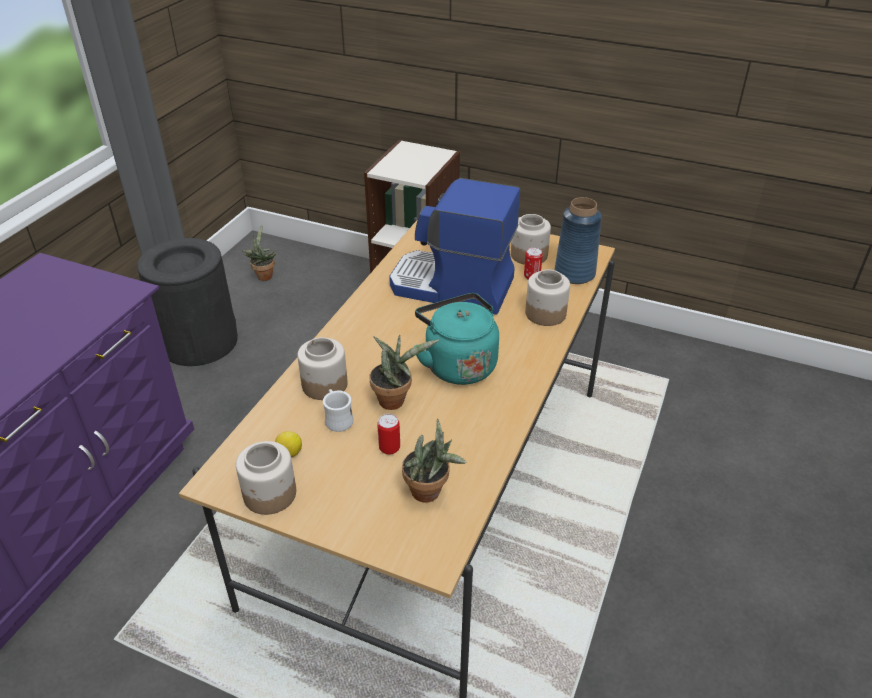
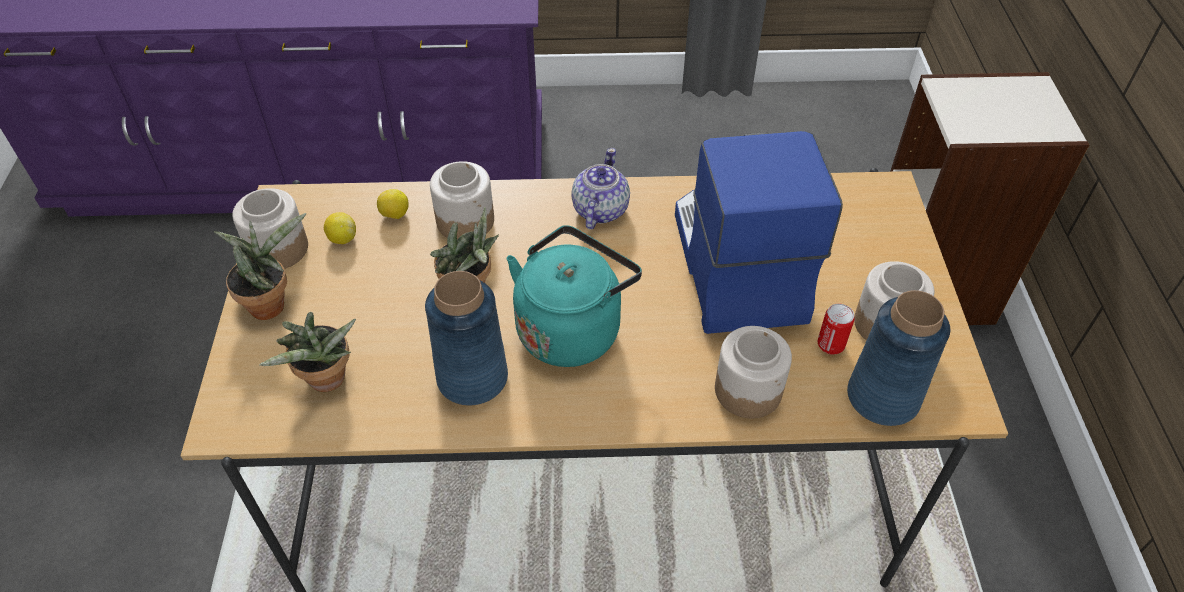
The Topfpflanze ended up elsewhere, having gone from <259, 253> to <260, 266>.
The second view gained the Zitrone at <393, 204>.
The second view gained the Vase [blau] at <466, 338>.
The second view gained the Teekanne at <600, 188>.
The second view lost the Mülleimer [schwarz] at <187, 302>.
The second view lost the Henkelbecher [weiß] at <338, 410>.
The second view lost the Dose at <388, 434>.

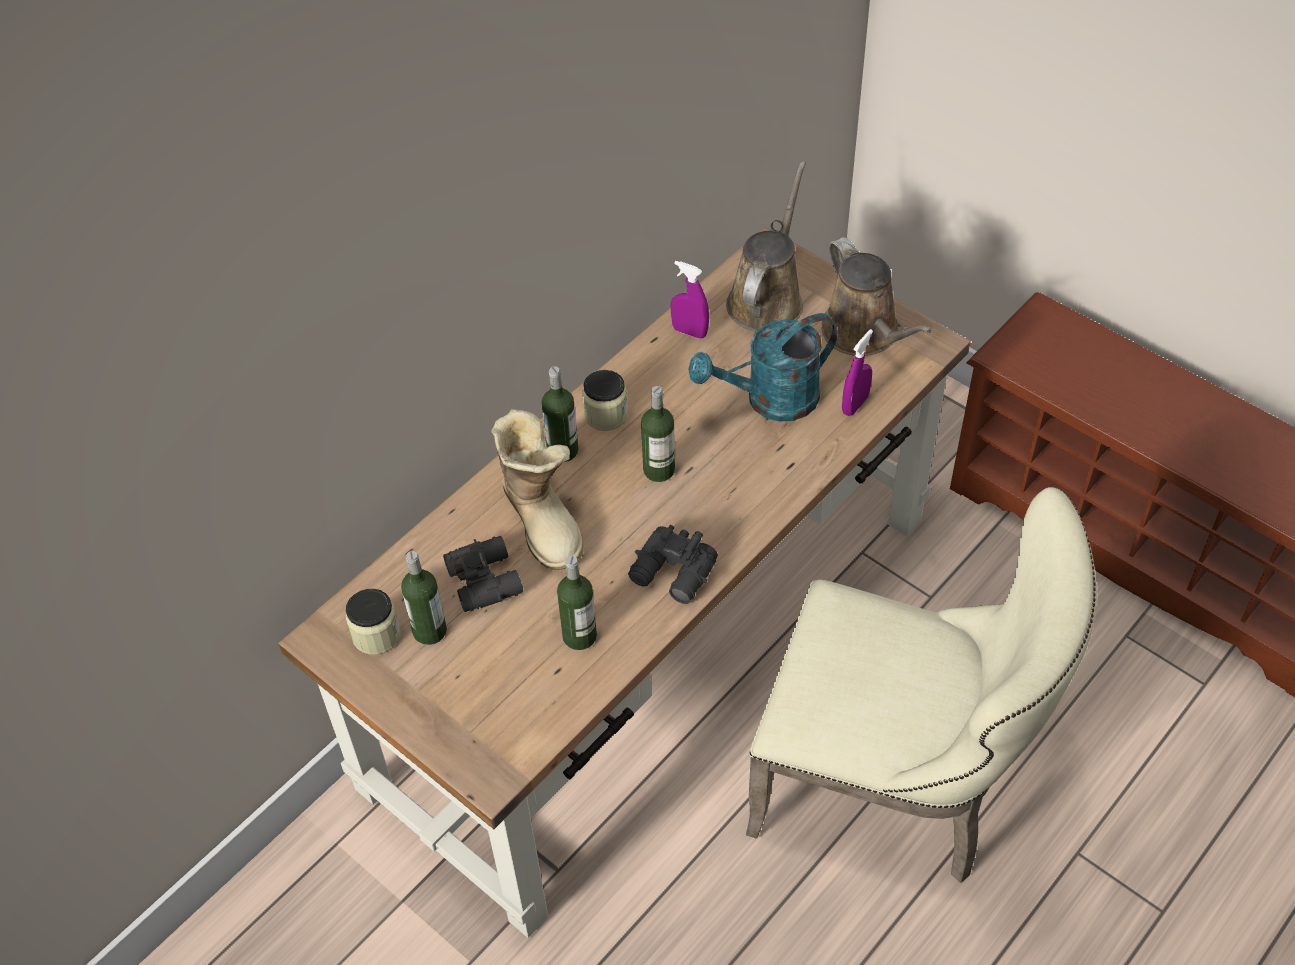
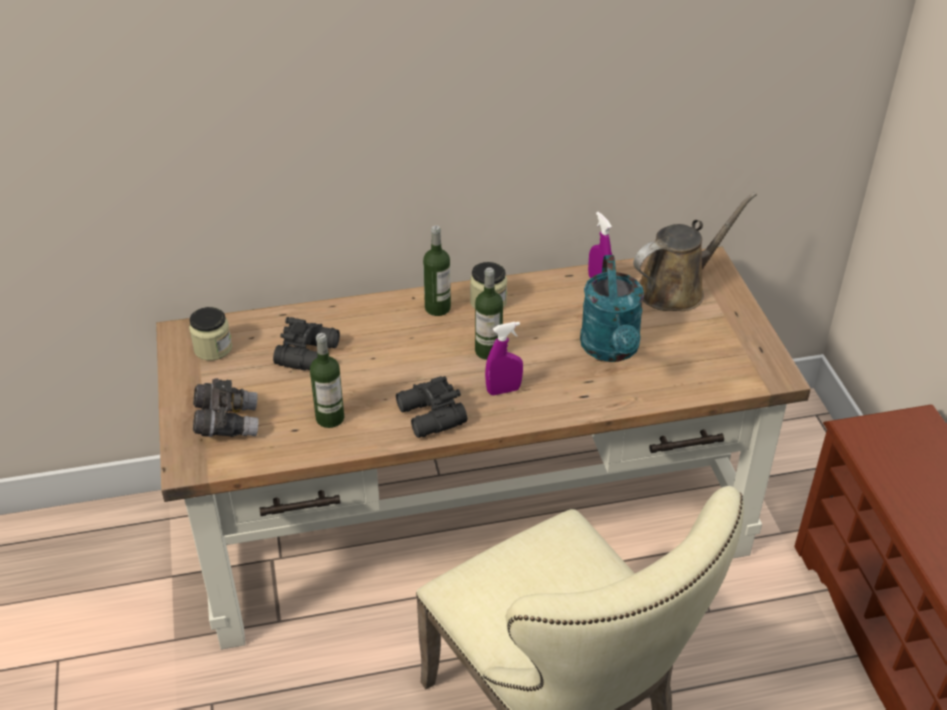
The second view gained the Fernglas [grau] at <226, 407>.
The Sprühflasche [lila] ended up elsewhere, having gone from <857, 372> to <504, 358>.
The Gießkanne [türkis] at <763, 367> ended up facing another way, 105 degrees counterclockwise from before.
The second view lost the Flasche at <424, 598>.
The second view lost the Stiefel at <537, 489>.
The second view lost the Gießkanne [braun] at <877, 296>.

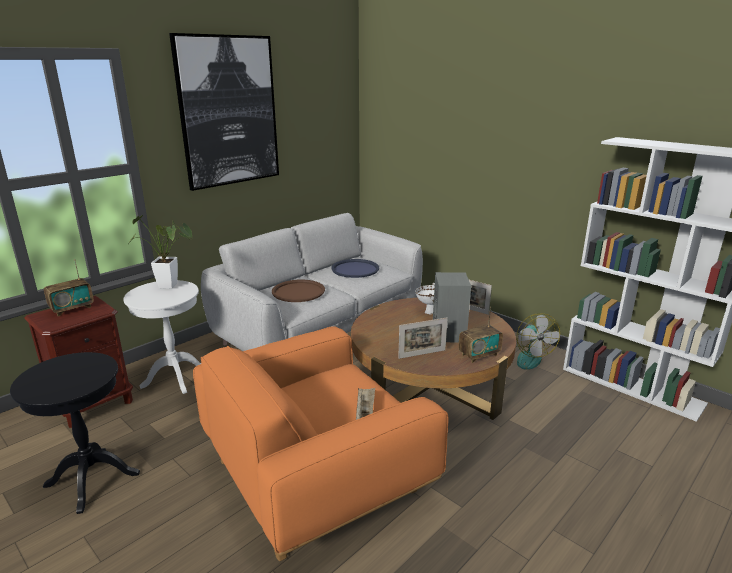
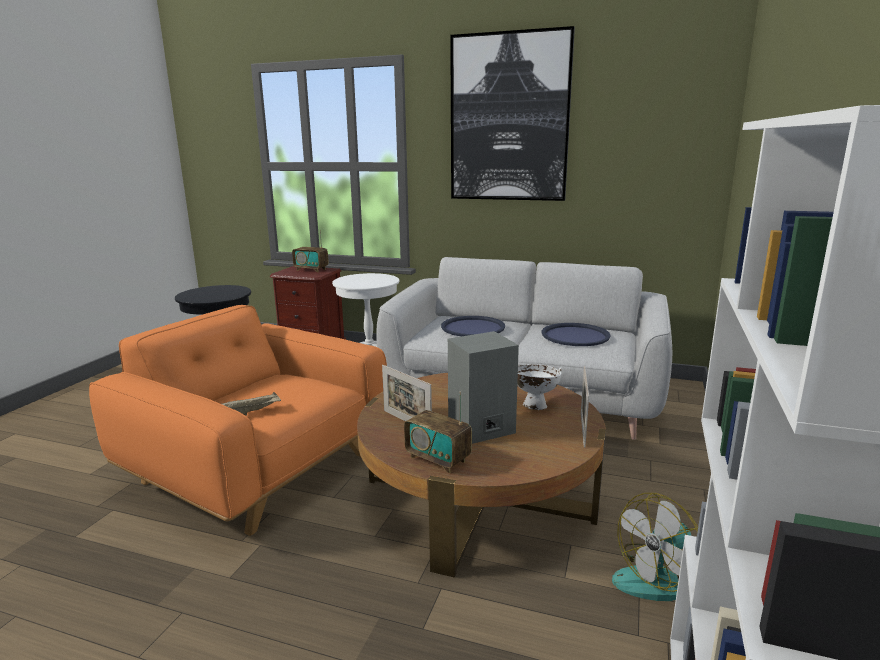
What was the Tablett [braun] at <298, 290> turned into the Tablett [blau] at <473, 326>.
The second view lost the Topfpflanze at <160, 252>.

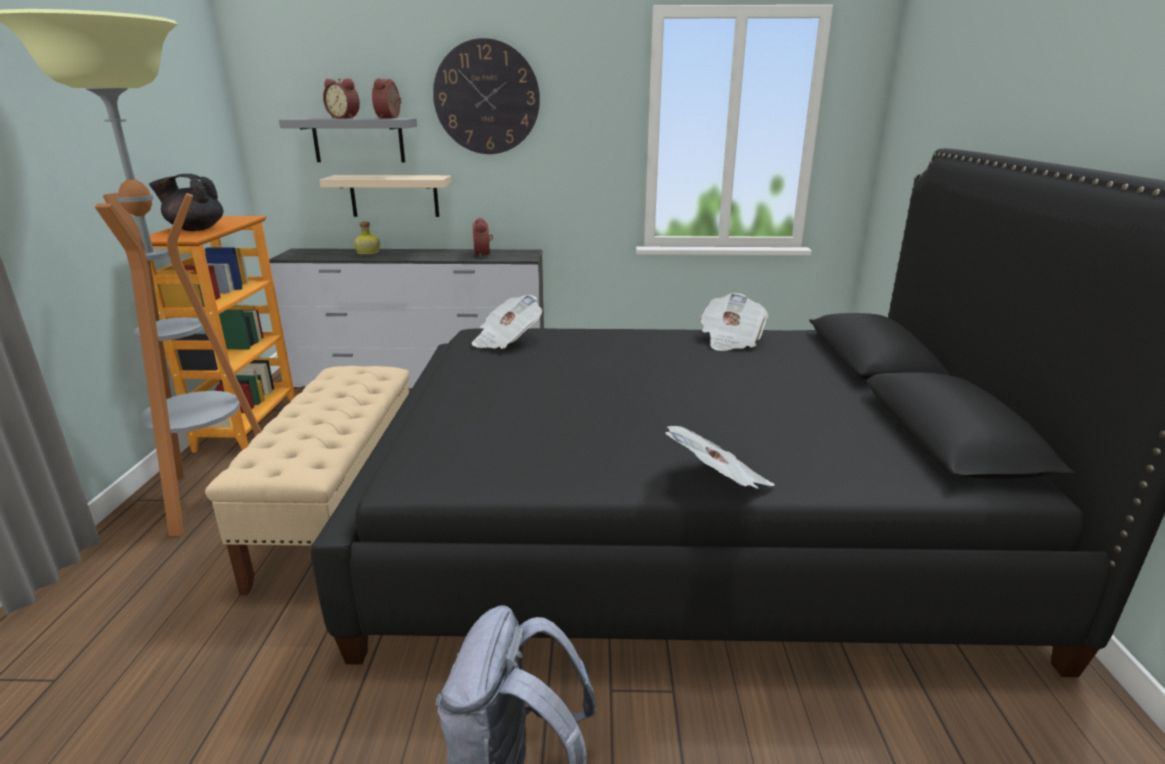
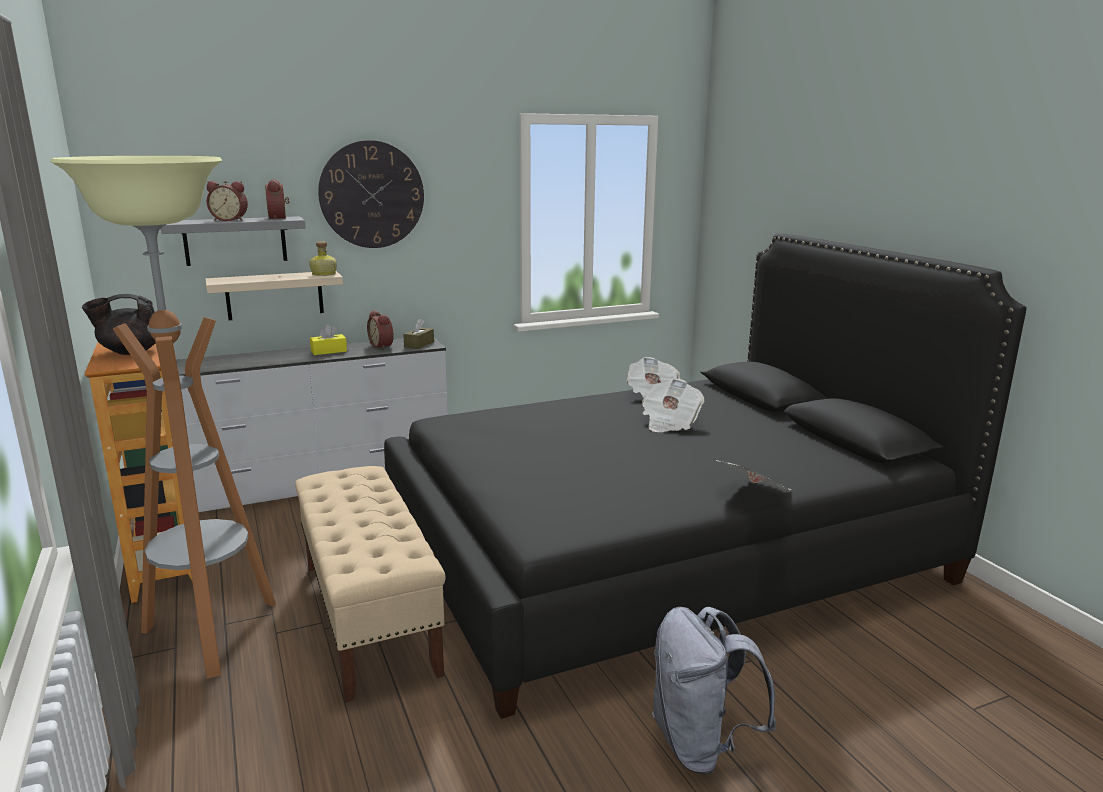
The Flasche ended up elsewhere, having gone from <367, 238> to <323, 258>.
The second view gained the Taschentuchbox [gelb] at <328, 340>.
The second view gained the Taschentuchbox [braun] at <418, 333>.
The Zeitung ended up elsewhere, having gone from <507, 322> to <673, 405>.

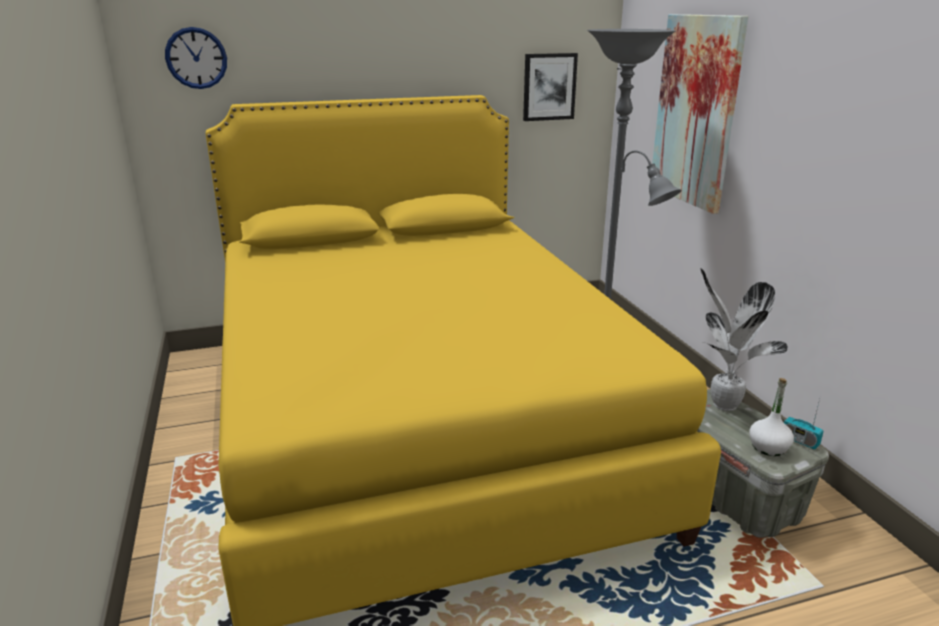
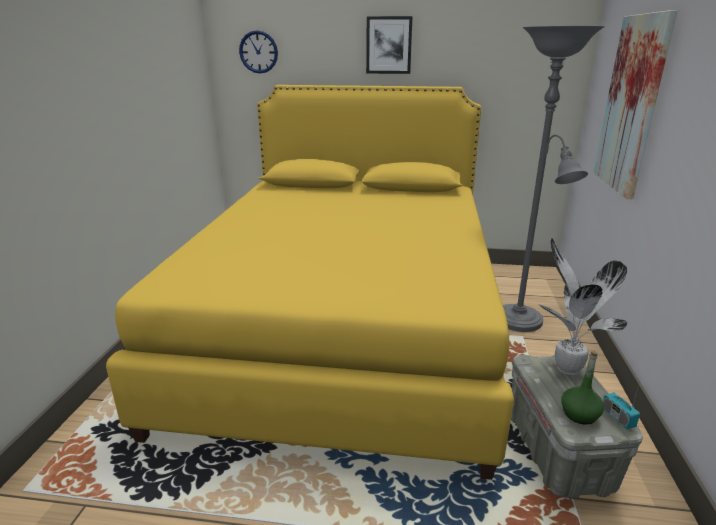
The Bild ended up elsewhere, having gone from <550, 87> to <389, 45>.
What was the Flasche [weiß] at <771, 417> turned into the Flasche [grün] at <582, 387>.

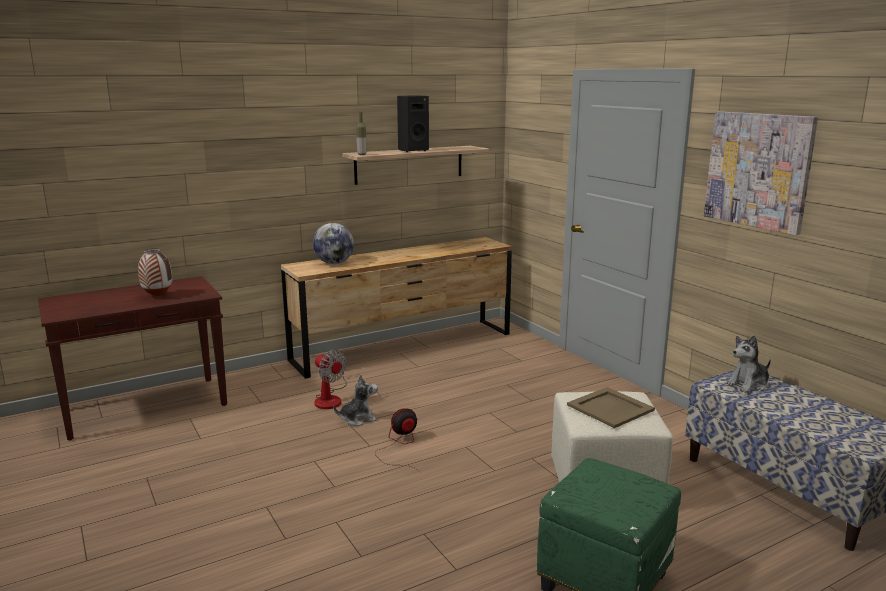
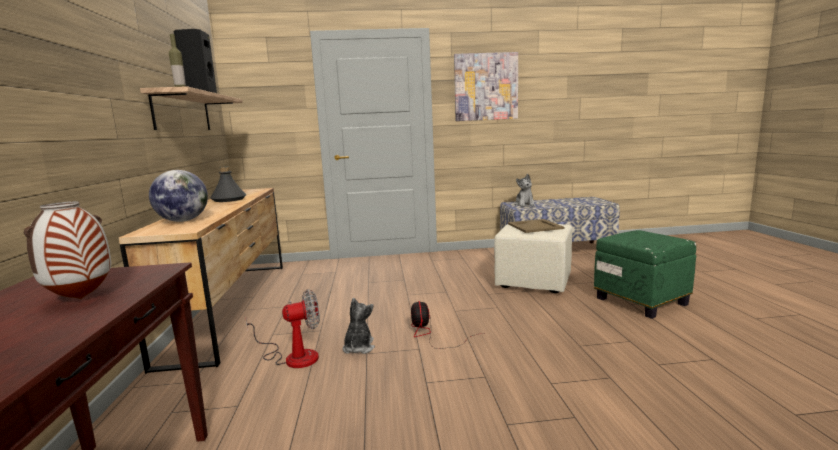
The second view gained the Flasche [grau] at <228, 184>.

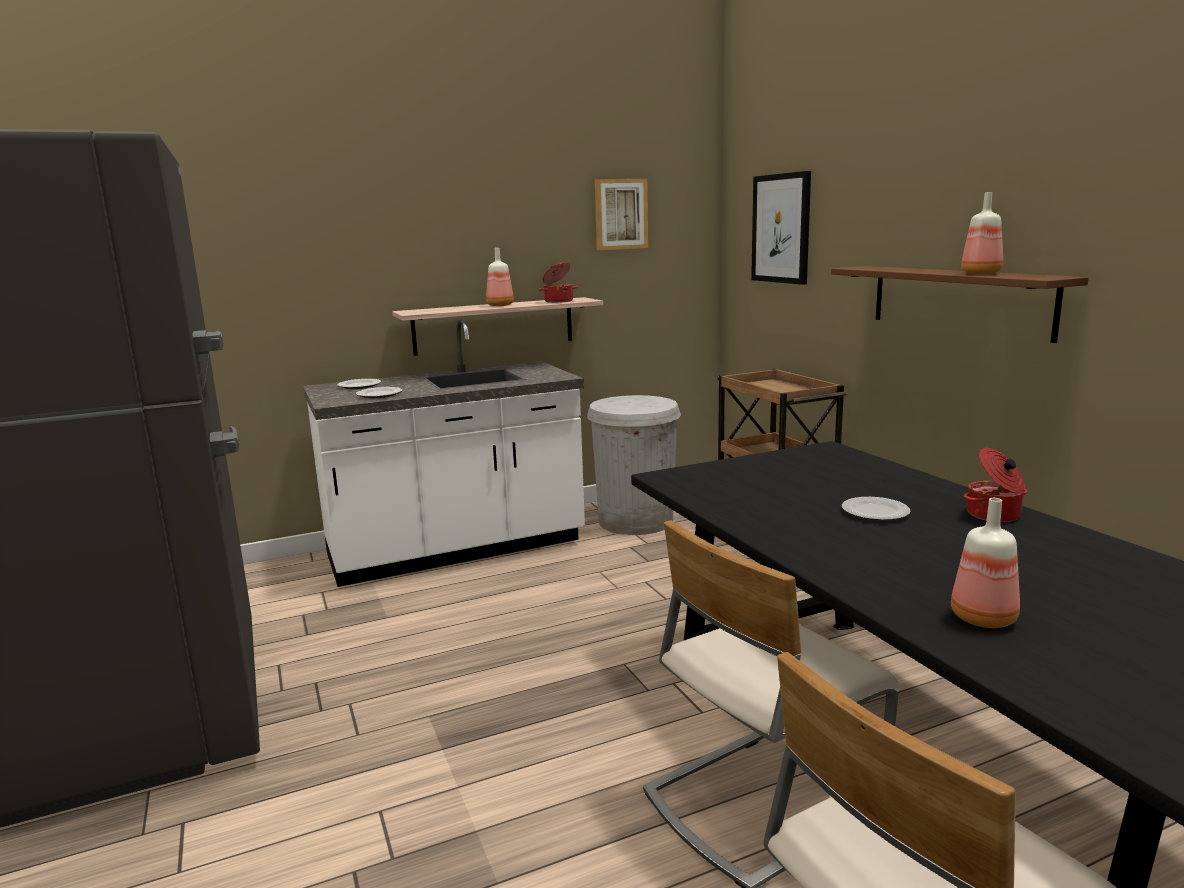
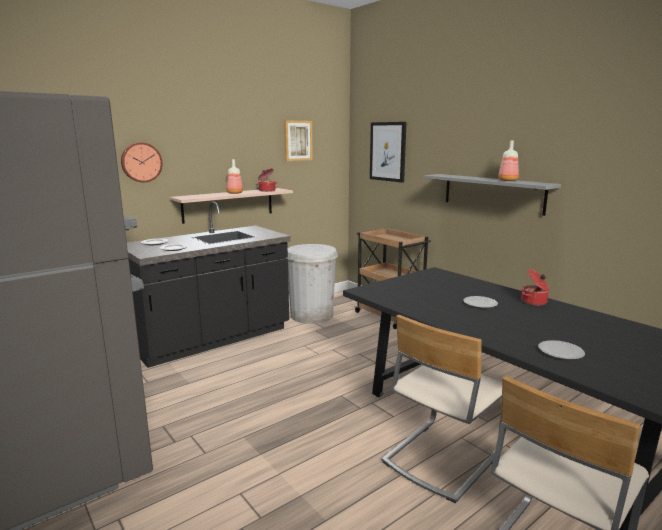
The second view gained the Wanduhr at <141, 162>.
What was the Küchenzeile [weiß] at <444, 453> turned into the Küchenzeile [schwarz] at <209, 285>.
What was the Wandregal [braun] at <960, 304> turned into the Wandregal [grau] at <492, 195>.
Where the Flasche stood at <985, 563>, the Teller came to stand at <561, 350>.

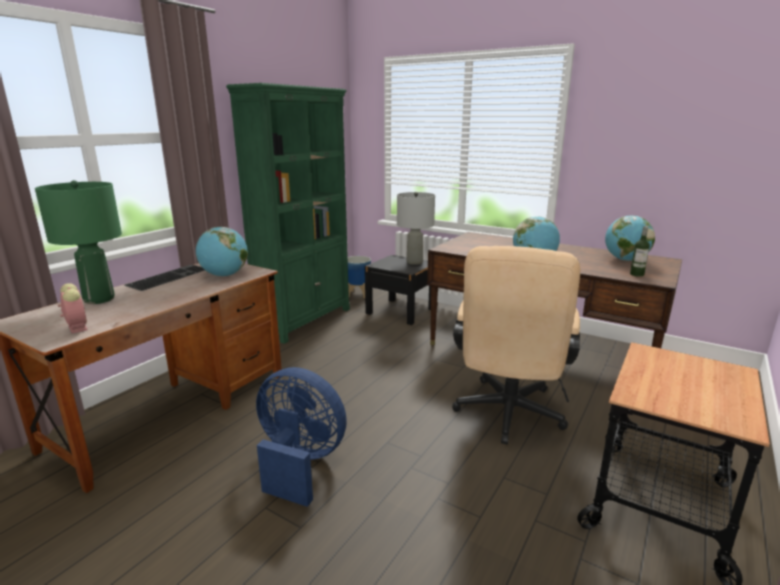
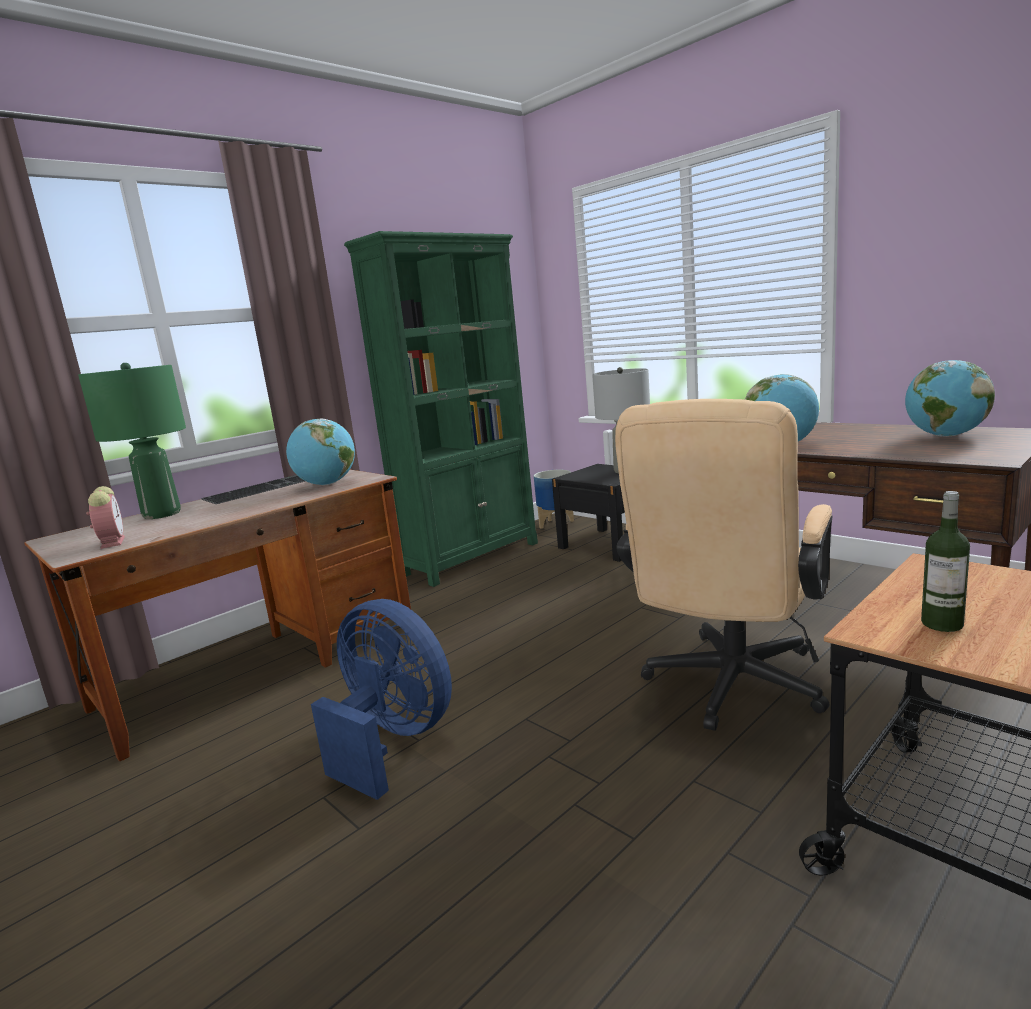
The Flasche ended up elsewhere, having gone from <640, 251> to <945, 561>.

